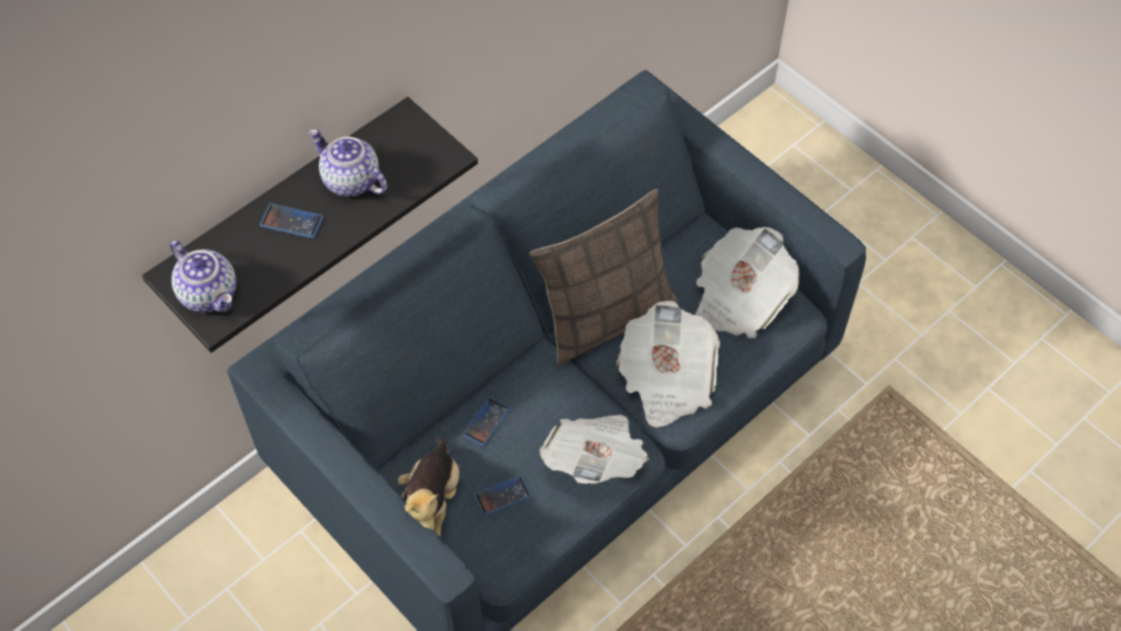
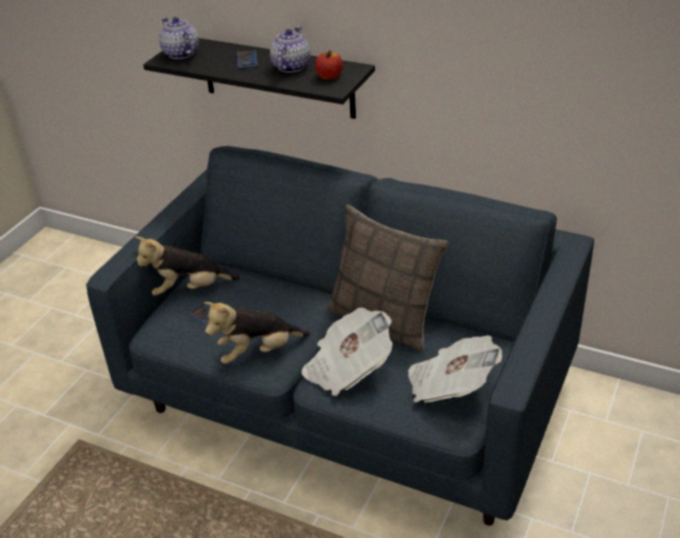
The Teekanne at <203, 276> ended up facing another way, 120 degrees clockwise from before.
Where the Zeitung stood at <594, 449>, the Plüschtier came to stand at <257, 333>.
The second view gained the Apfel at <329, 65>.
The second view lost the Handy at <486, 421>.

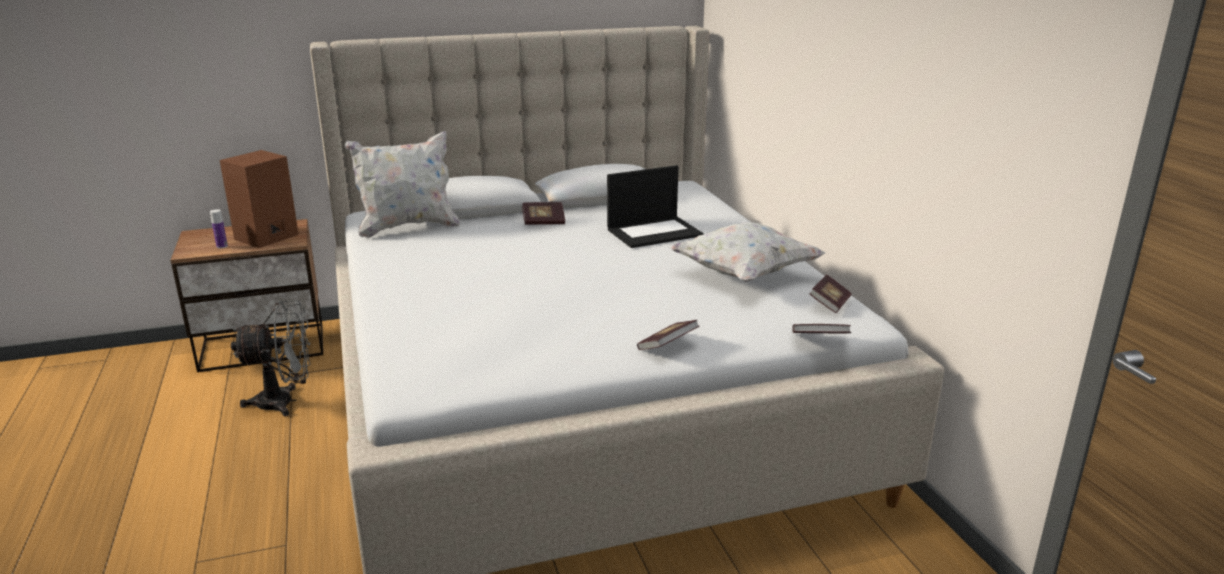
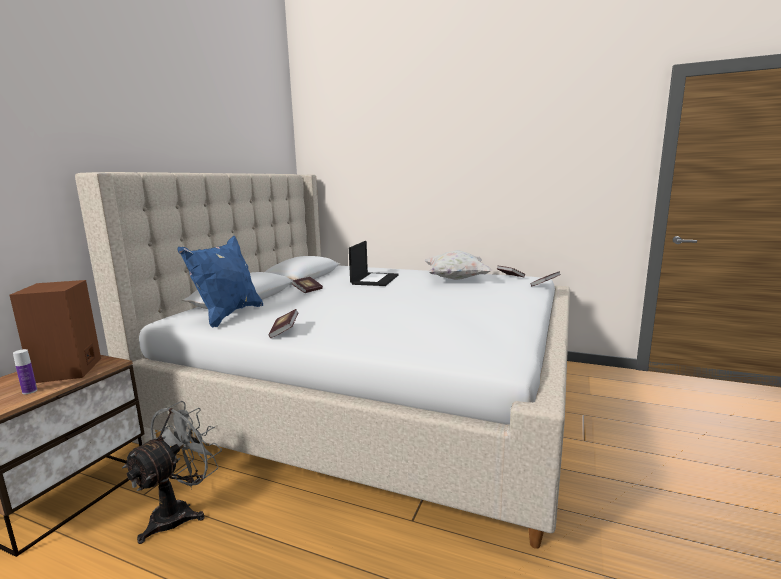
What was the Kissen [weiß] at <402, 184> turned into the Kissen [blau] at <220, 281>.
The Buch ended up elsewhere, having gone from <668, 335> to <284, 323>.

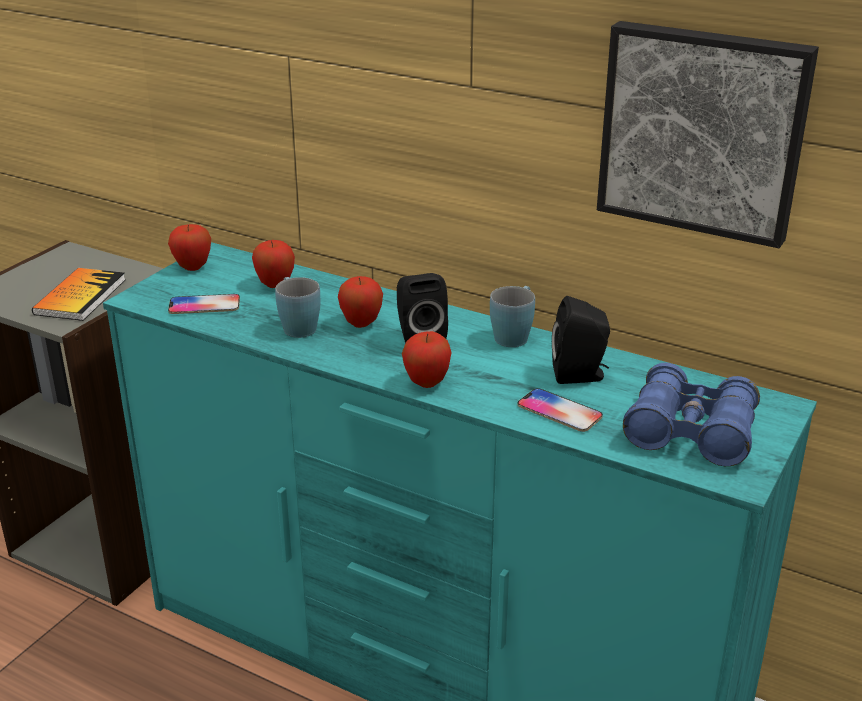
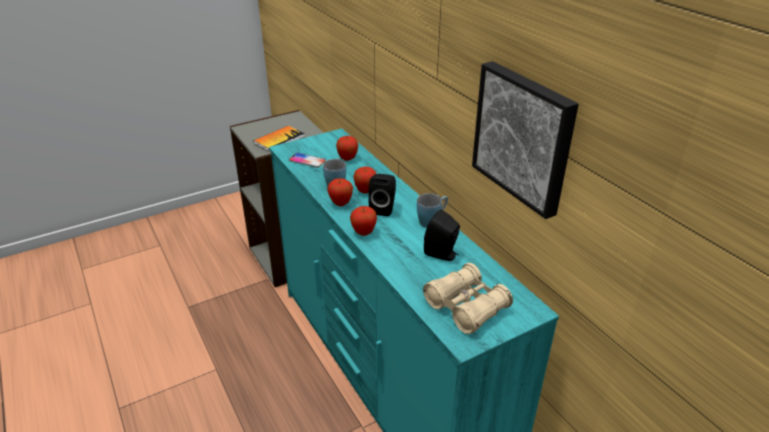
The Apfel ended up elsewhere, having gone from <189, 247> to <340, 192>.
What was the Fernglas [blau] at <691, 414> turned into the Fernglas [beige] at <468, 298>.
The second view lost the Handy at <560, 410>.

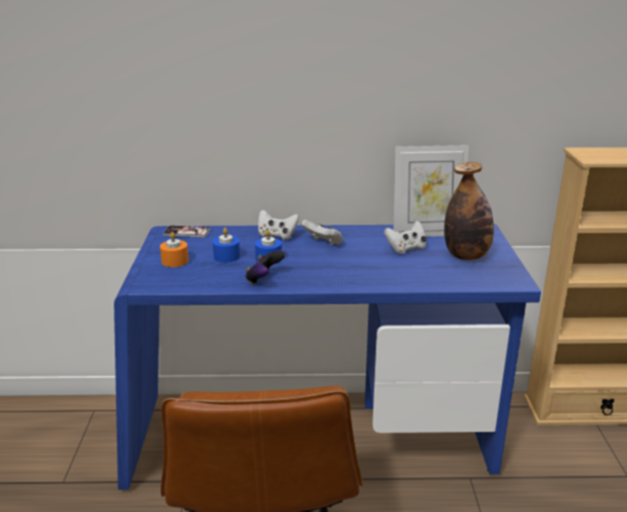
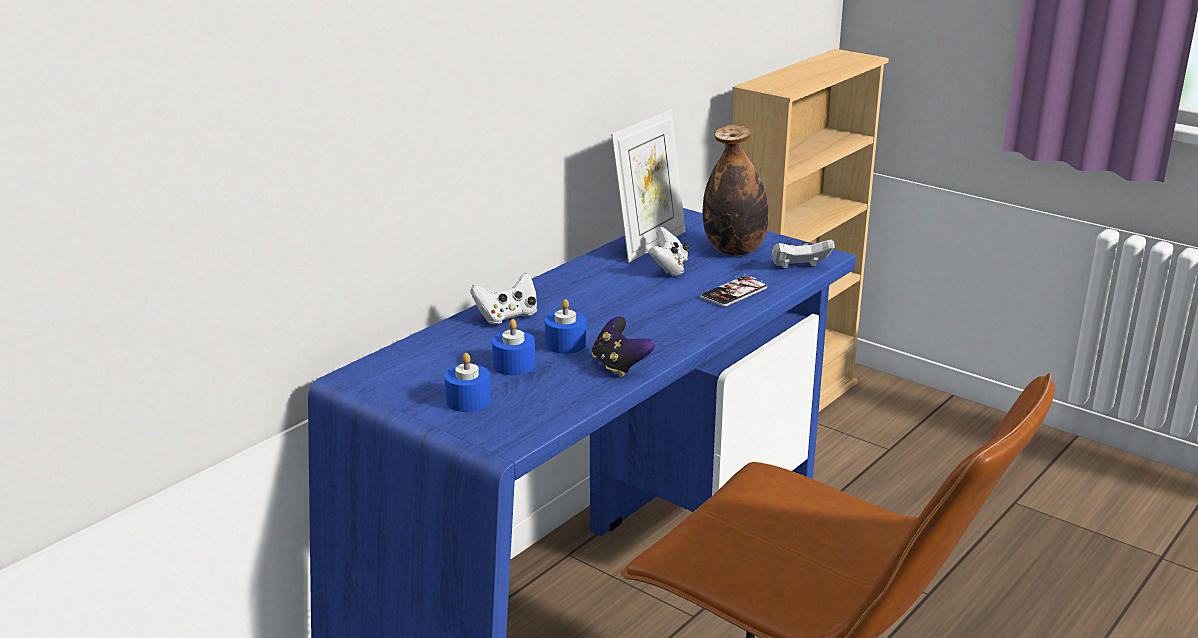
What was the Kerze [orange] at <174, 249> turned into the Kerze [blau] at <468, 382>.
The Handy ended up elsewhere, having gone from <187, 231> to <734, 290>.
The Gamepad [weiß] ended up elsewhere, having gone from <322, 232> to <803, 254>.

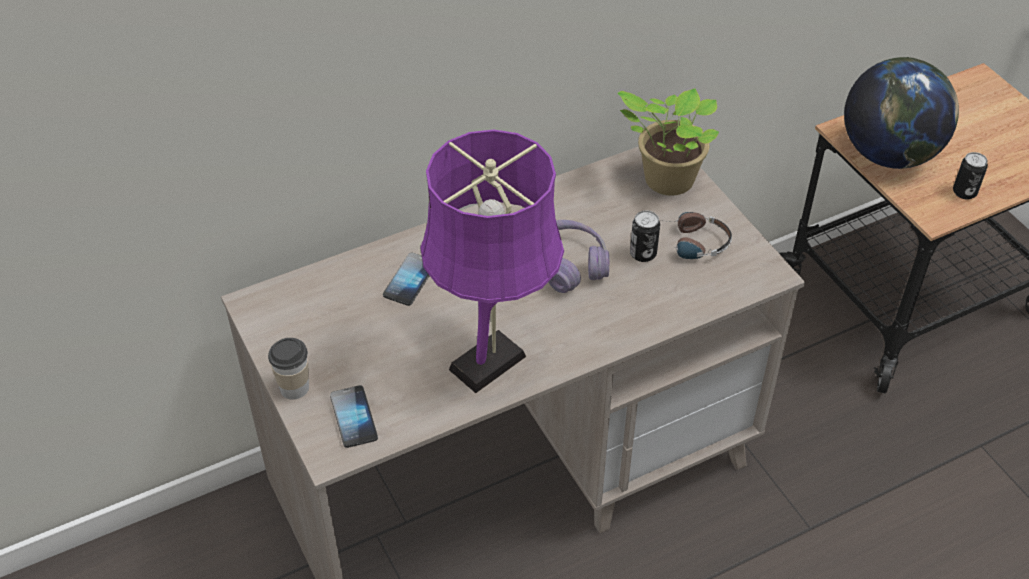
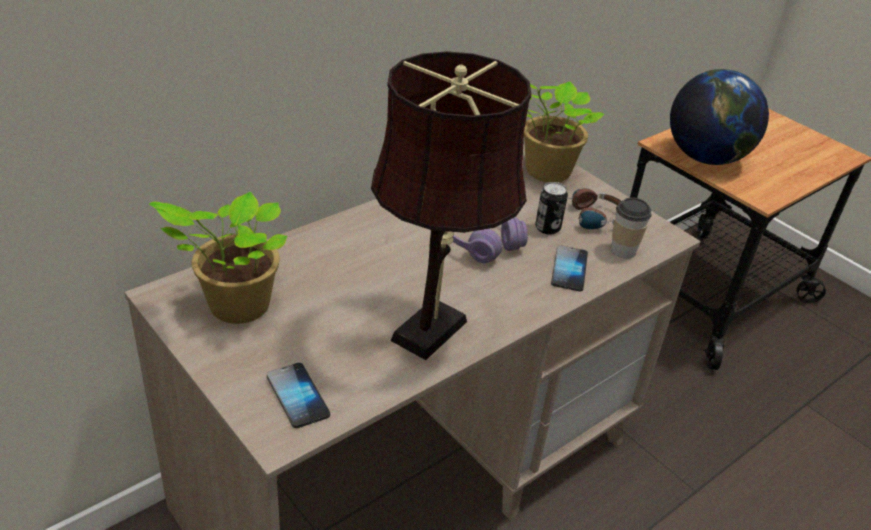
The second view gained the Topfpflanze at <218, 258>.
What was the Tischlampe [lila] at <492, 261> turned into the Tischlampe [braun] at <451, 205>.
The Handy ended up elsewhere, having gone from <406, 279> to <569, 268>.
The Tasse ended up elsewhere, having gone from <288, 369> to <631, 228>.
The second view lost the Dose at <970, 175>.

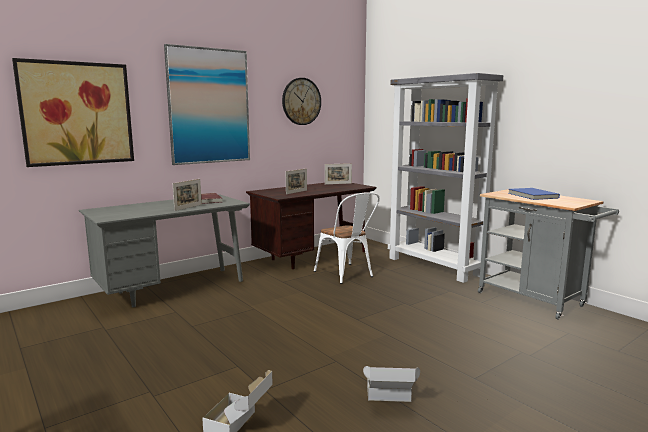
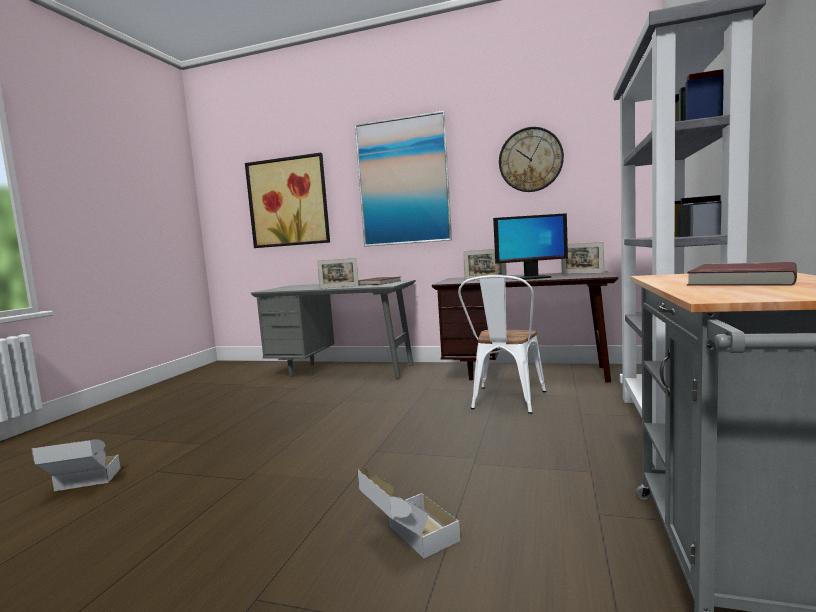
The Karton ended up elsewhere, having gone from <391, 384> to <409, 513>.
The second view gained the Monitor at <530, 246>.
What was the Buch [blau] at <534, 194> turned into the Buch [rot] at <742, 274>.

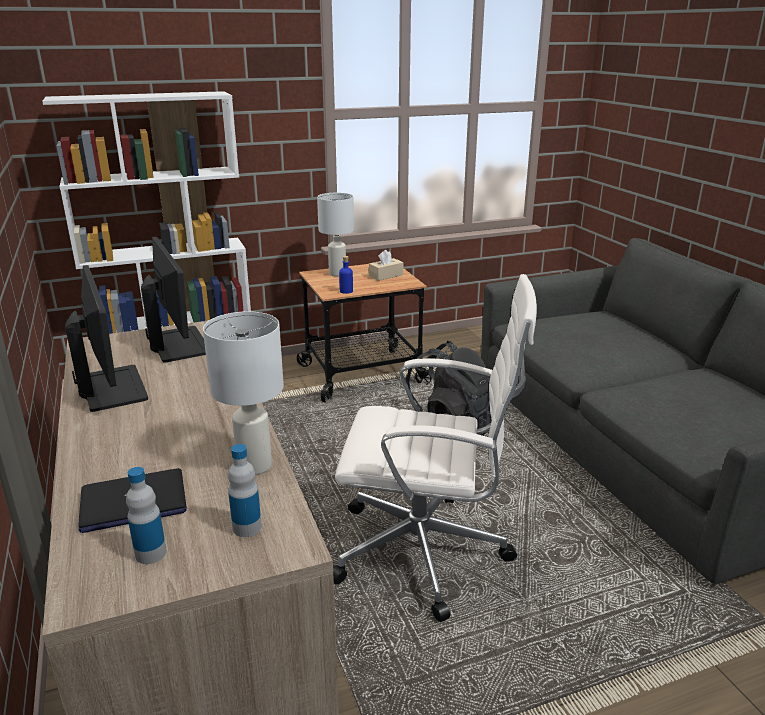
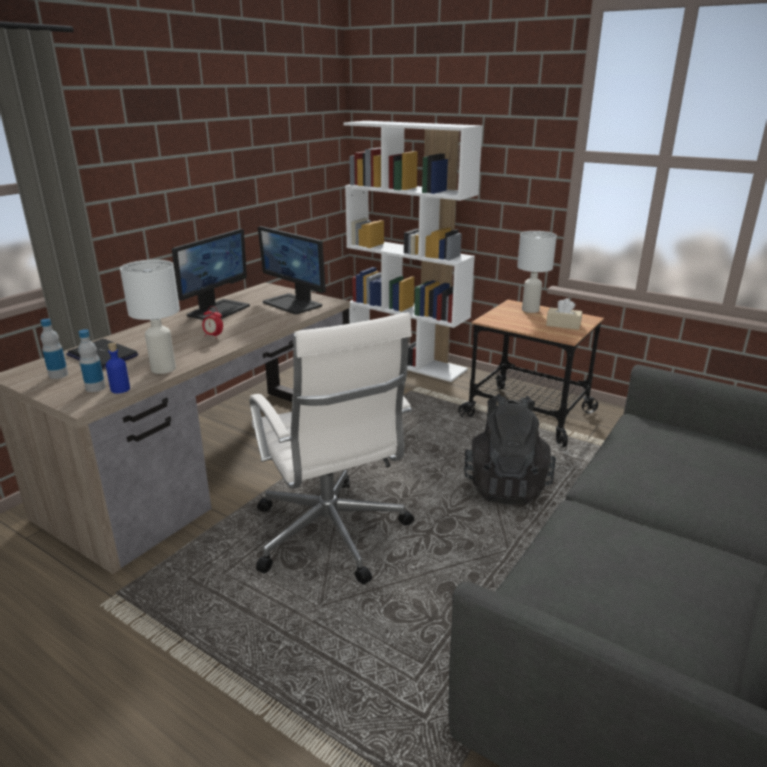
The Flasche [blau] ended up elsewhere, having gone from <346, 275> to <118, 368>.
The second view gained the Wecker at <212, 322>.
The Monitor at <173, 300> ended up facing another way, 105 degrees clockwise from before.

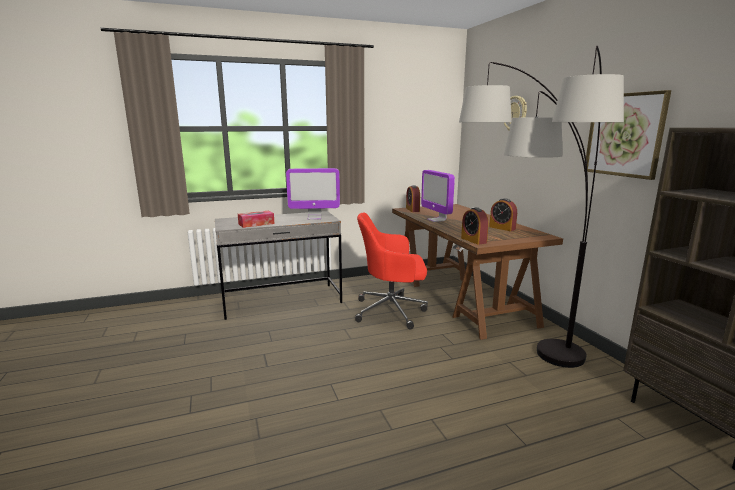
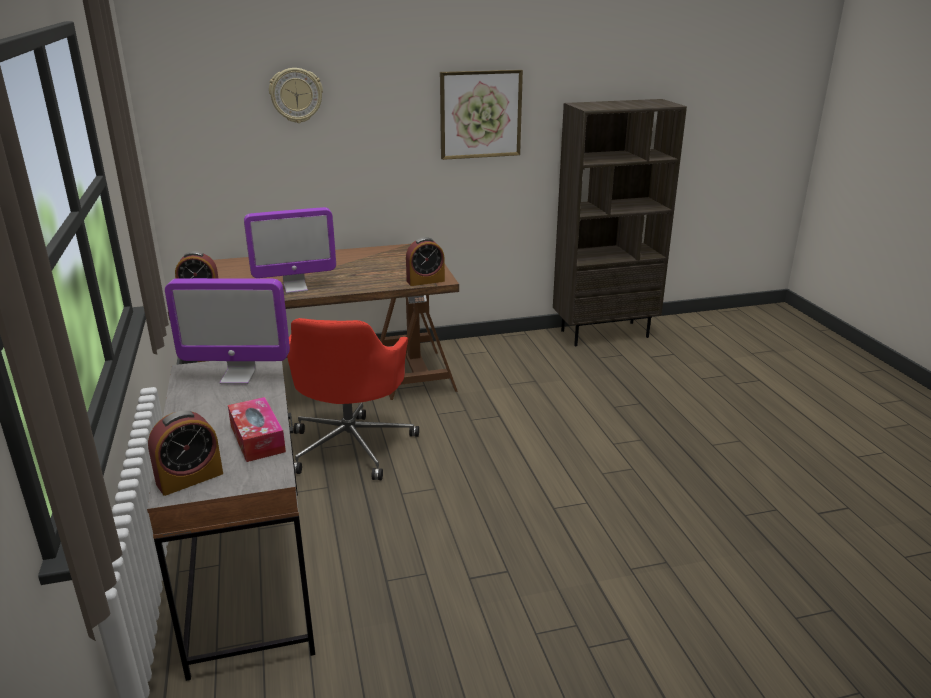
The Wecker ended up elsewhere, having gone from <503, 214> to <185, 453>.
The Monitor at <313, 194> ended up facing another way, 90 degrees clockwise from before.
The second view lost the Stehlampe at <541, 207>.

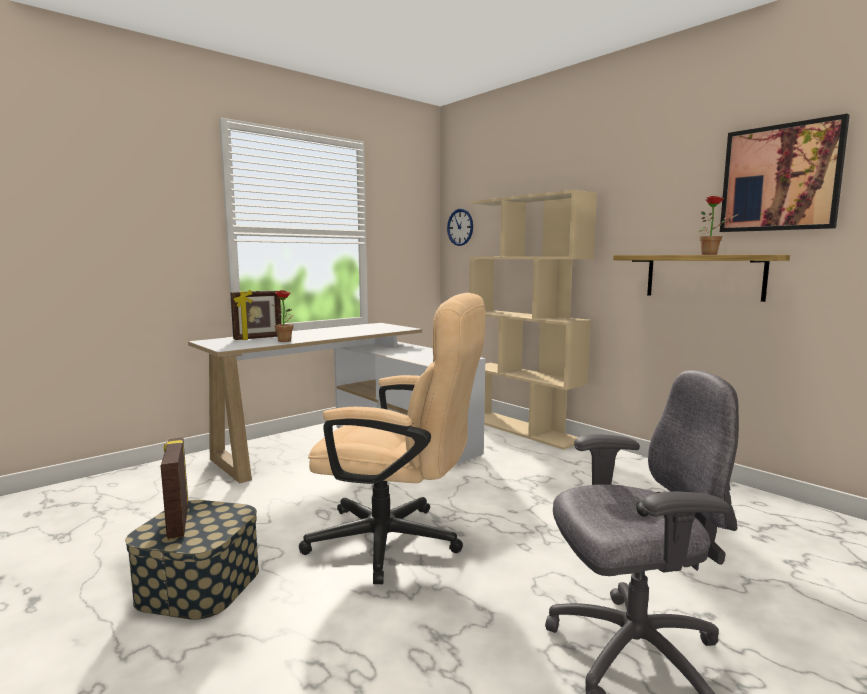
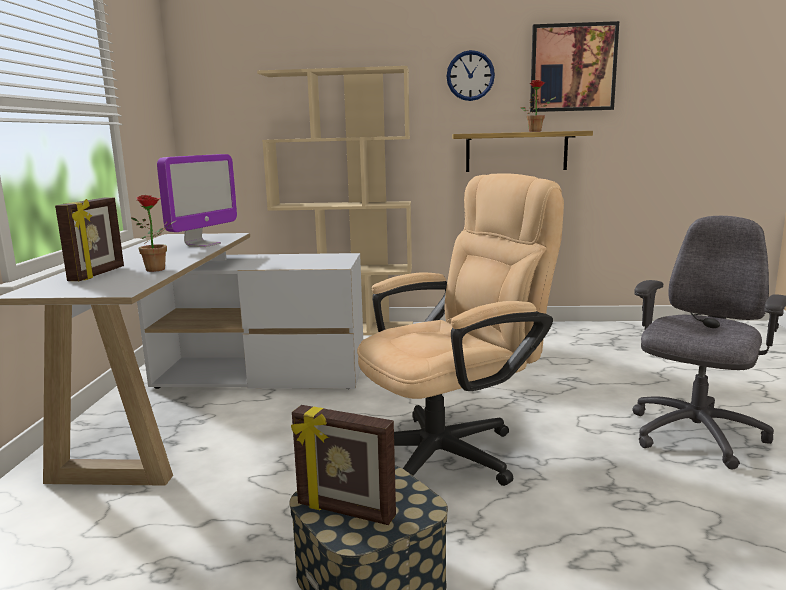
The second view gained the Monitor at <197, 200>.
The Wanduhr ended up elsewhere, having gone from <460, 227> to <470, 75>.

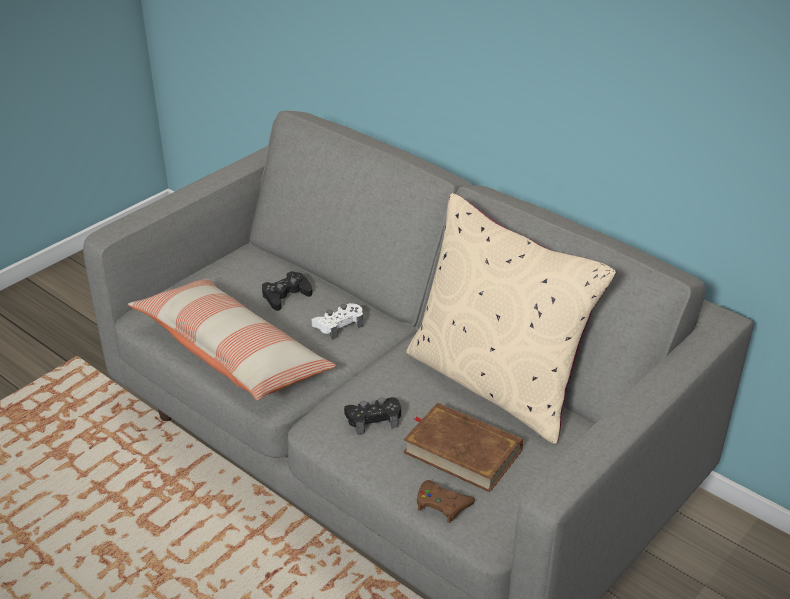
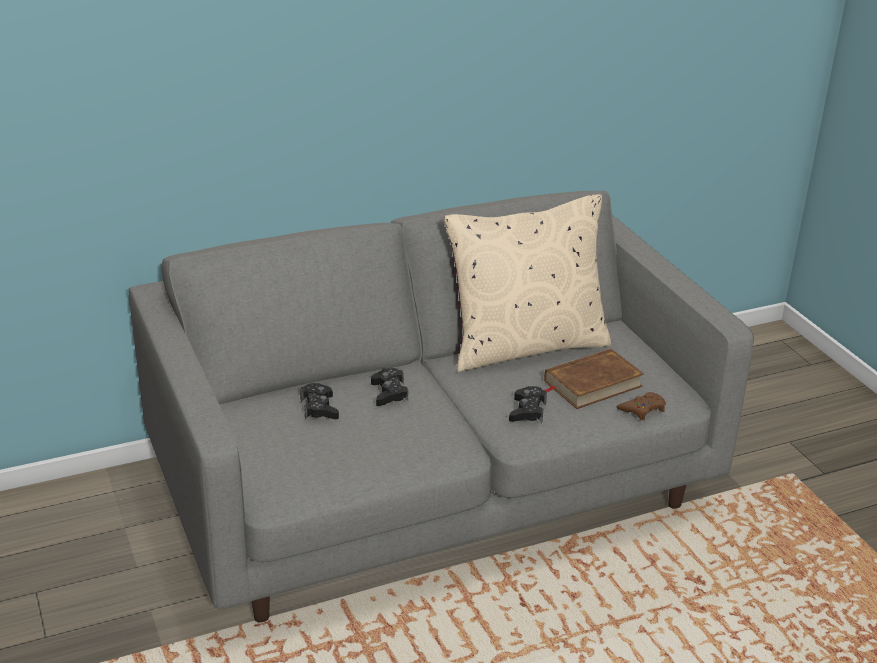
What was the Gamepad [weiß] at <337, 321> turned into the Gamepad [schwarz] at <389, 387>.
The second view lost the Kissen at <232, 339>.

